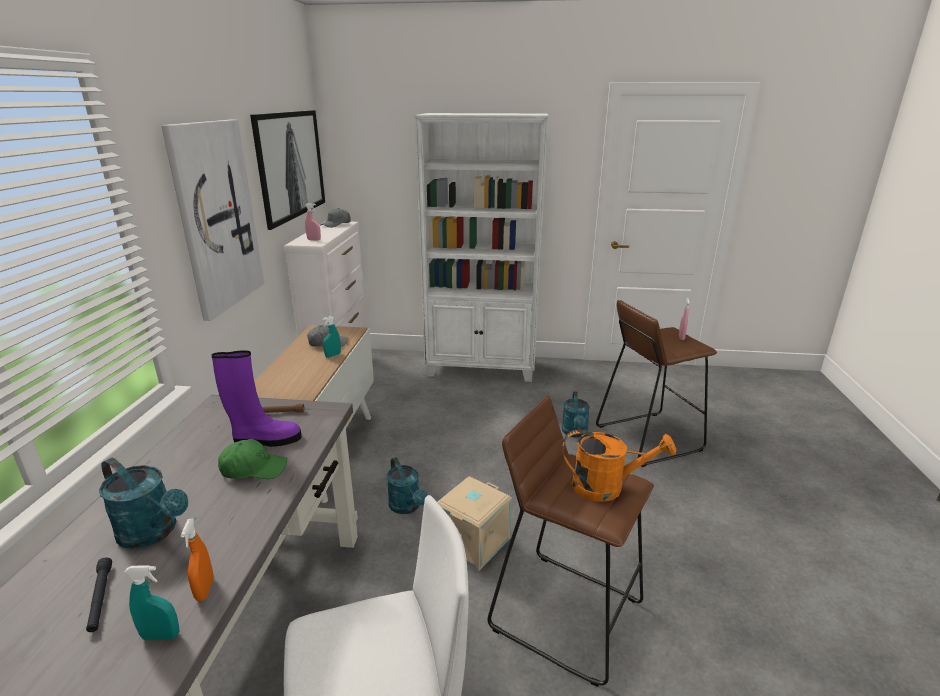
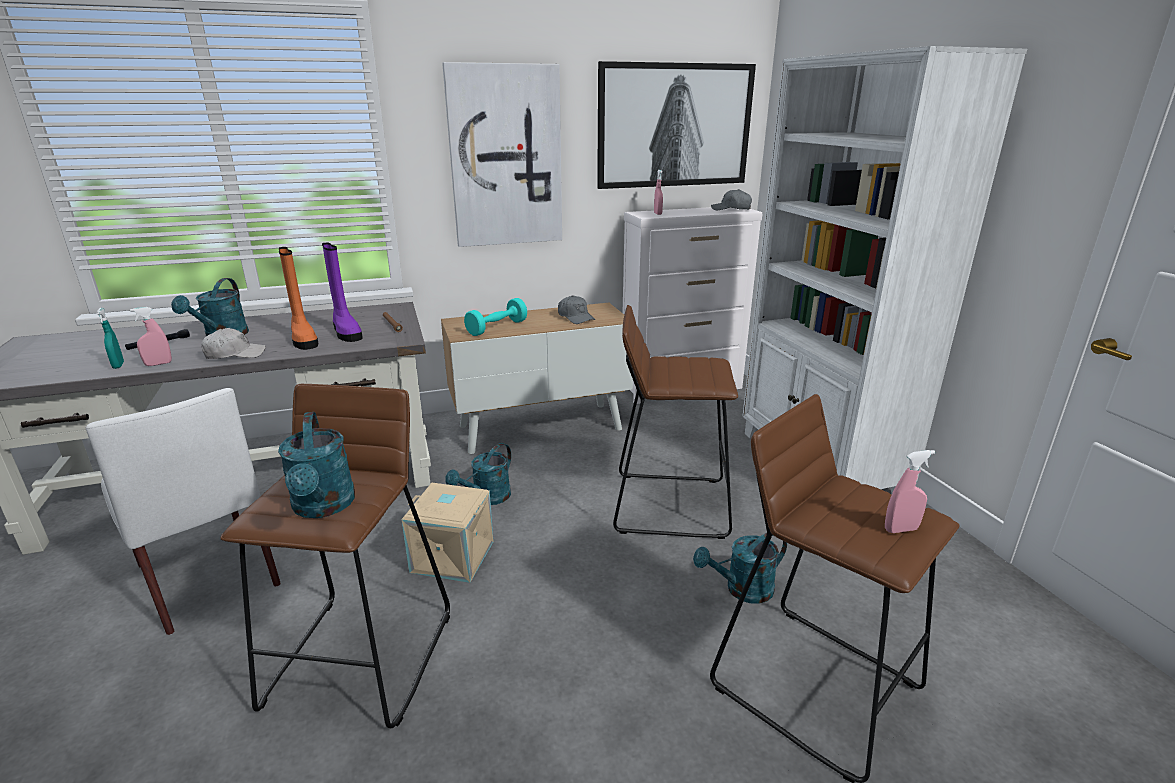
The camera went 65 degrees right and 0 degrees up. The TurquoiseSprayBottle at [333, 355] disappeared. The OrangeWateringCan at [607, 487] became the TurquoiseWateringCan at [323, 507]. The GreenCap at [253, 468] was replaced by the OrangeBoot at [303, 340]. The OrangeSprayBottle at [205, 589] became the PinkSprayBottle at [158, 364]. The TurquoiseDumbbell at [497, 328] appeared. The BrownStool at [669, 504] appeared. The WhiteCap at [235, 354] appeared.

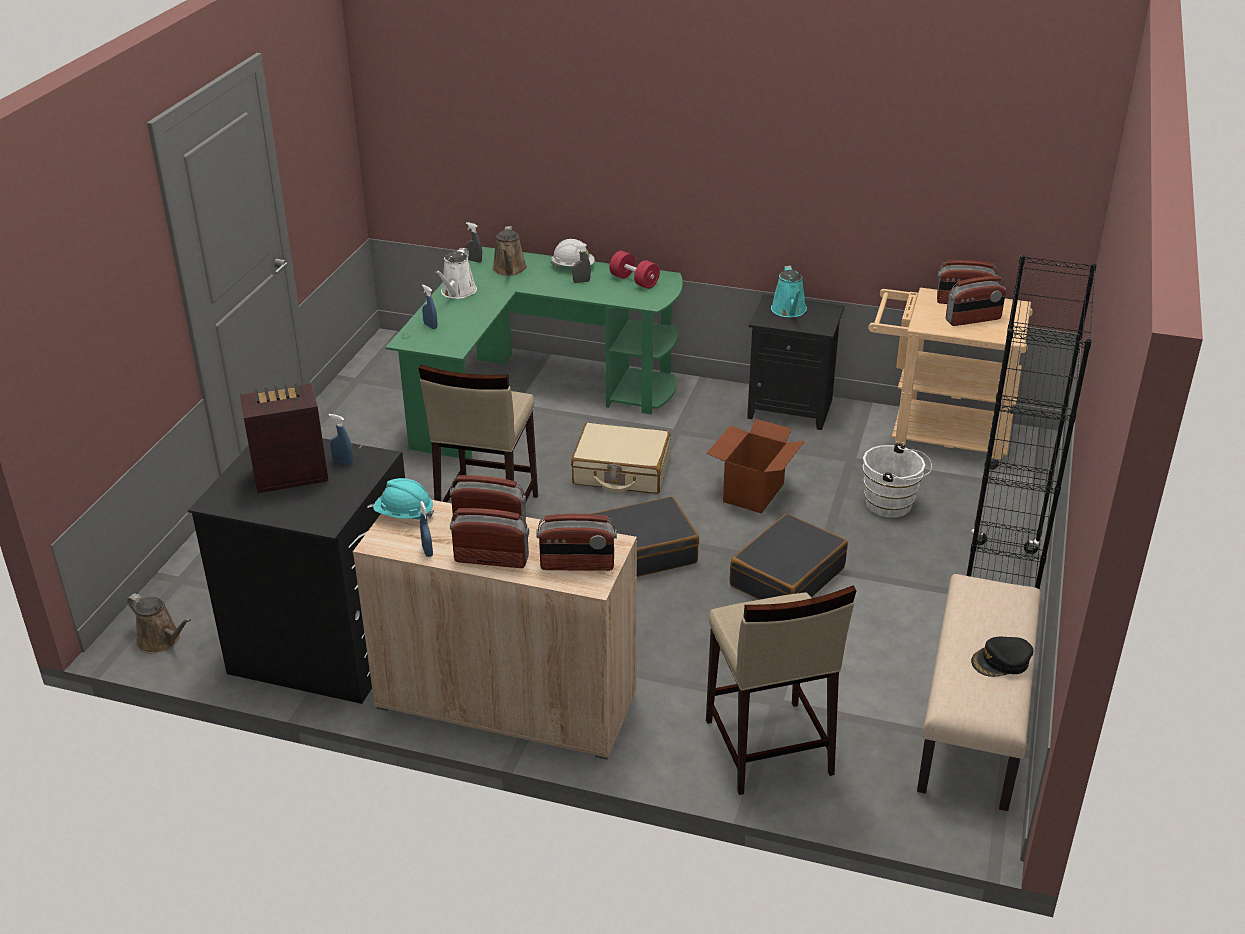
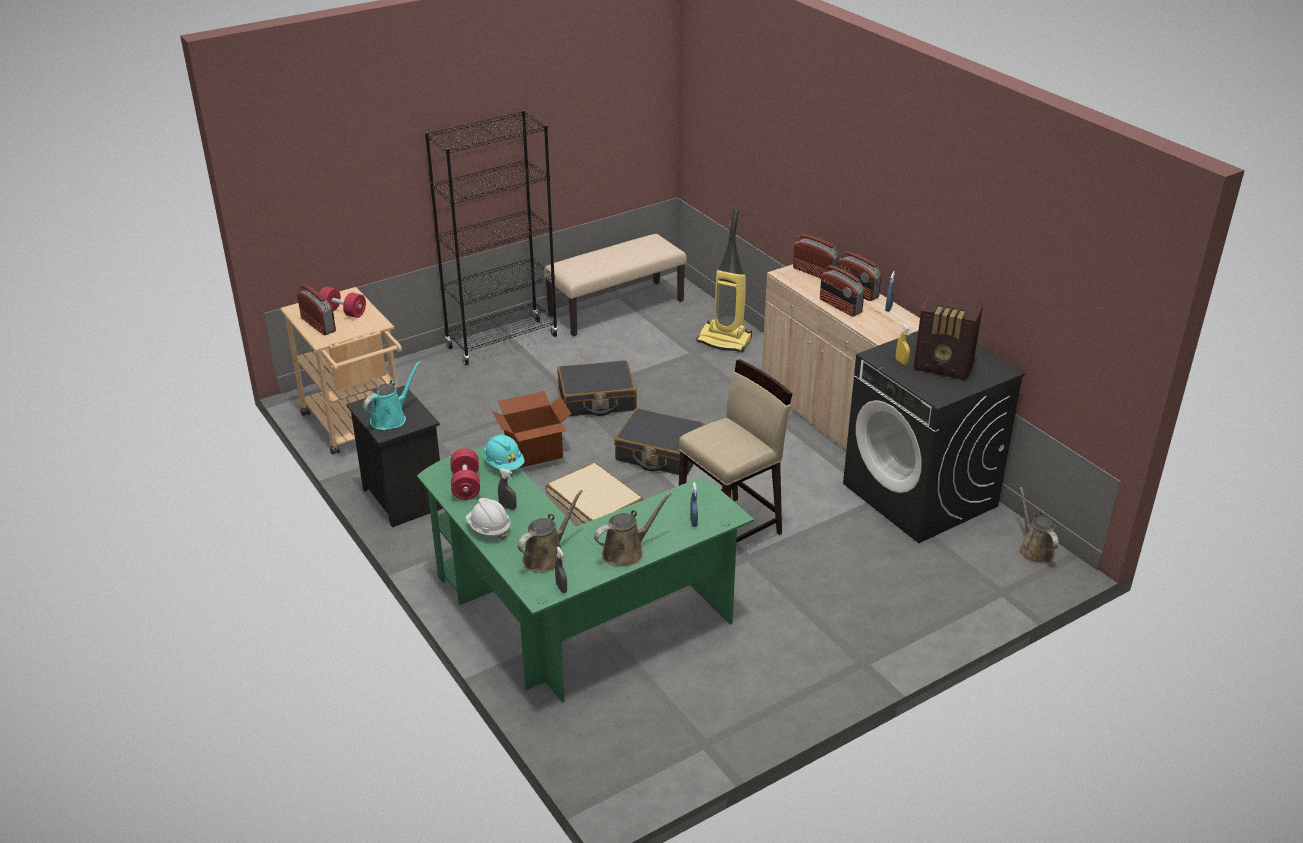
The camera went 140 degrees left and 0 degrees up. The WhiteWateringCan at [457, 292] became the BrownWateringCan at [626, 552]. The Radio at [973, 320] was replaced by the RedDumbbell at [343, 312]. The BlueSprayBottle at [343, 462] became the YellowSprayBottle at [901, 362]. The WhiteBucket at [892, 505] disappeared. The TurquoiseHardHat moved from [404, 515] to [504, 464]. The BeigeStool at [767, 748] was replaced by the VacuumCleaner at [725, 341]. The BlackCap at [1001, 662] disappeared.

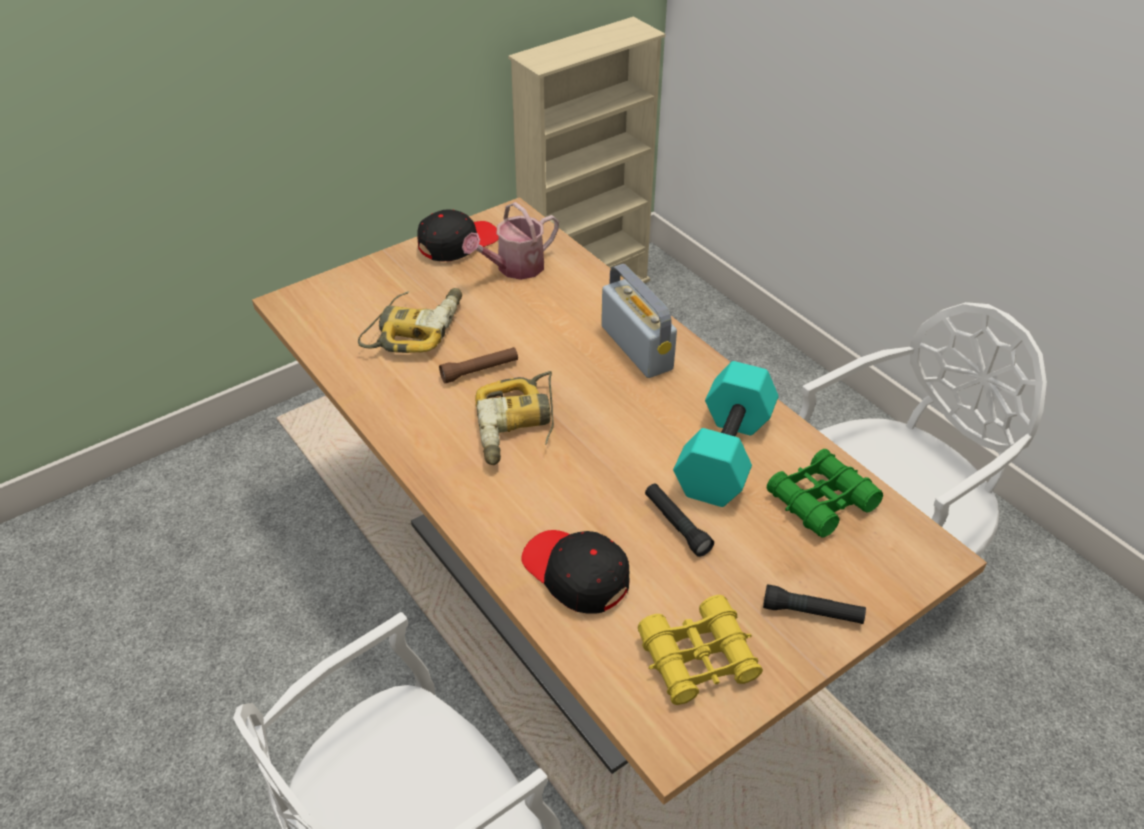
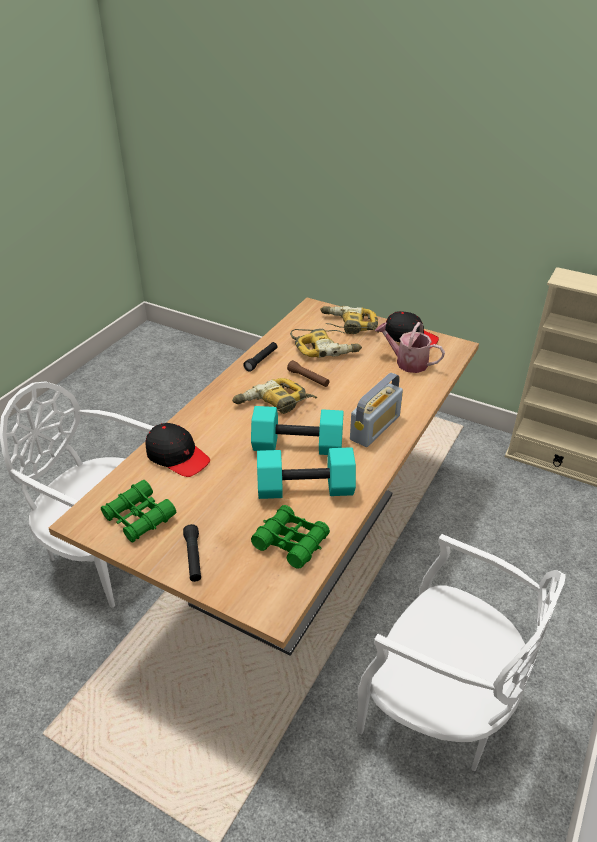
The camera went 65 degrees right and 5 degrees down. The BlackFlashlight moved from [676, 525] to [261, 360]. The BlackCap at [575, 574] turned 105 degrees clockwise. The YellowBinoculars at [698, 659] became the GreenBinoculars at [139, 517]. The PowerDrill at [348, 326] appeared. The TurquoiseDumbbell at [296, 447] appeared.

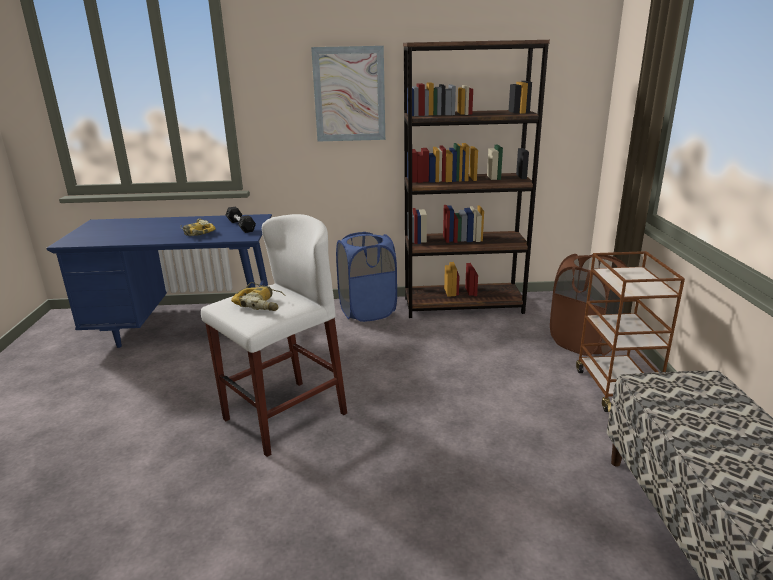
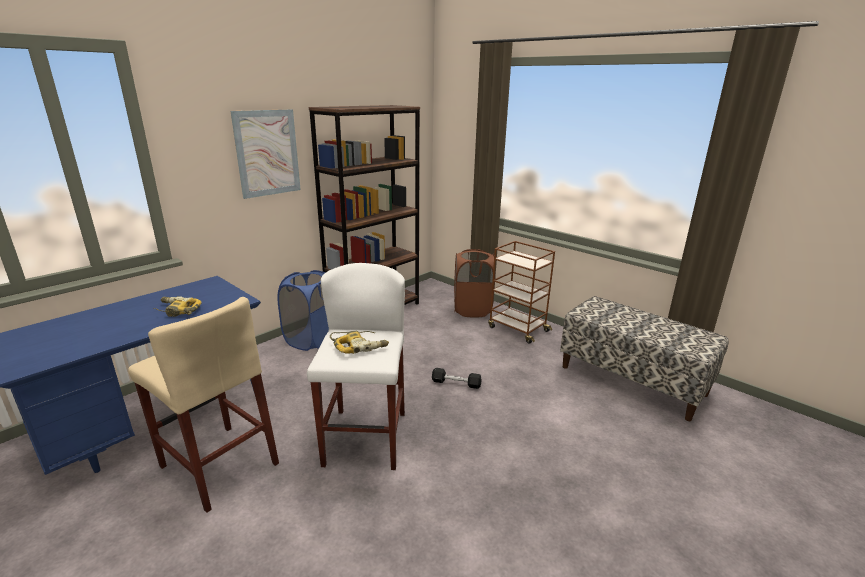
The camera went 45 degrees left and 0 degrees up. The BlackDumbbell moved from [241, 226] to [456, 383]. The BeigeStool at [219, 465] appeared.

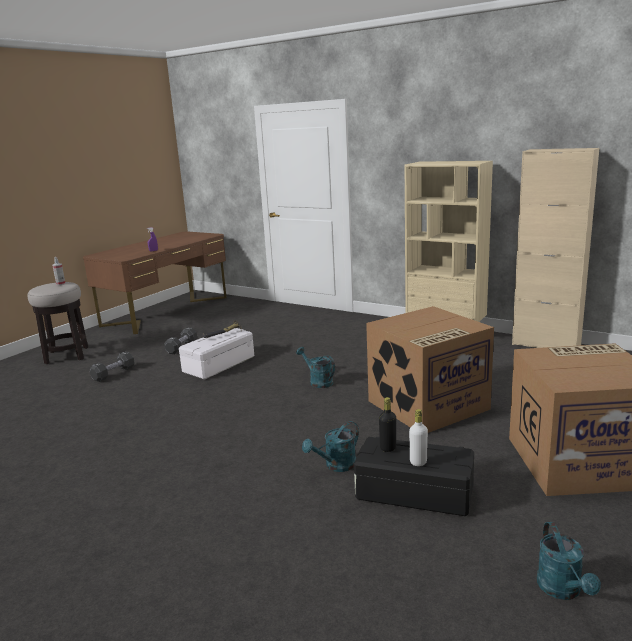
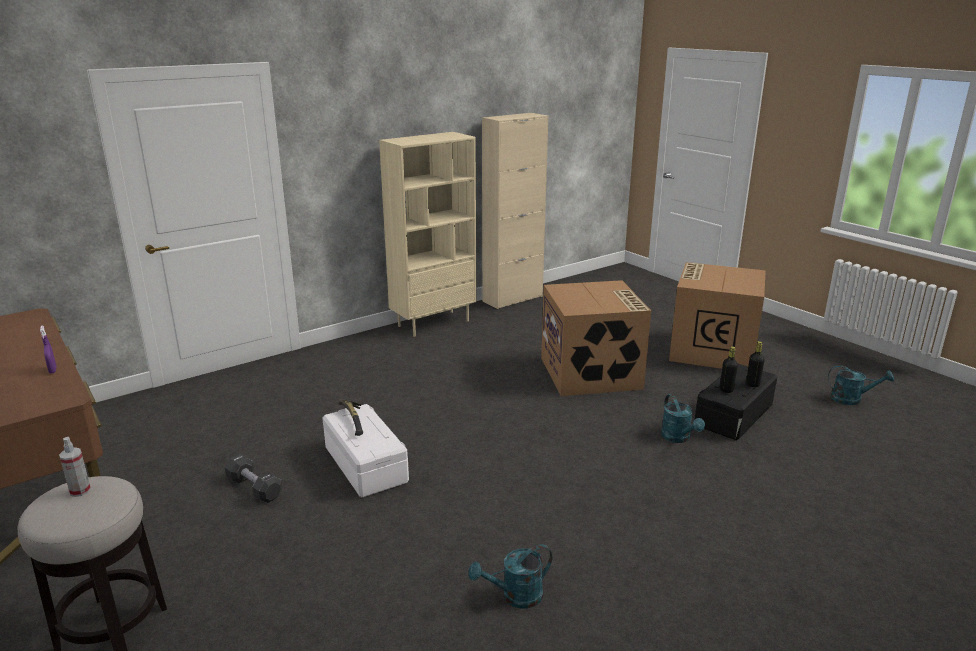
The camera went 70 degrees left and 5 degrees up. The TurquoiseWateringCan moved from [318, 381] to [515, 597]. The BlackDumbbell at [113, 373] disappeared. The WhiteBottle at [418, 462] became the BlackBottle at [752, 384].

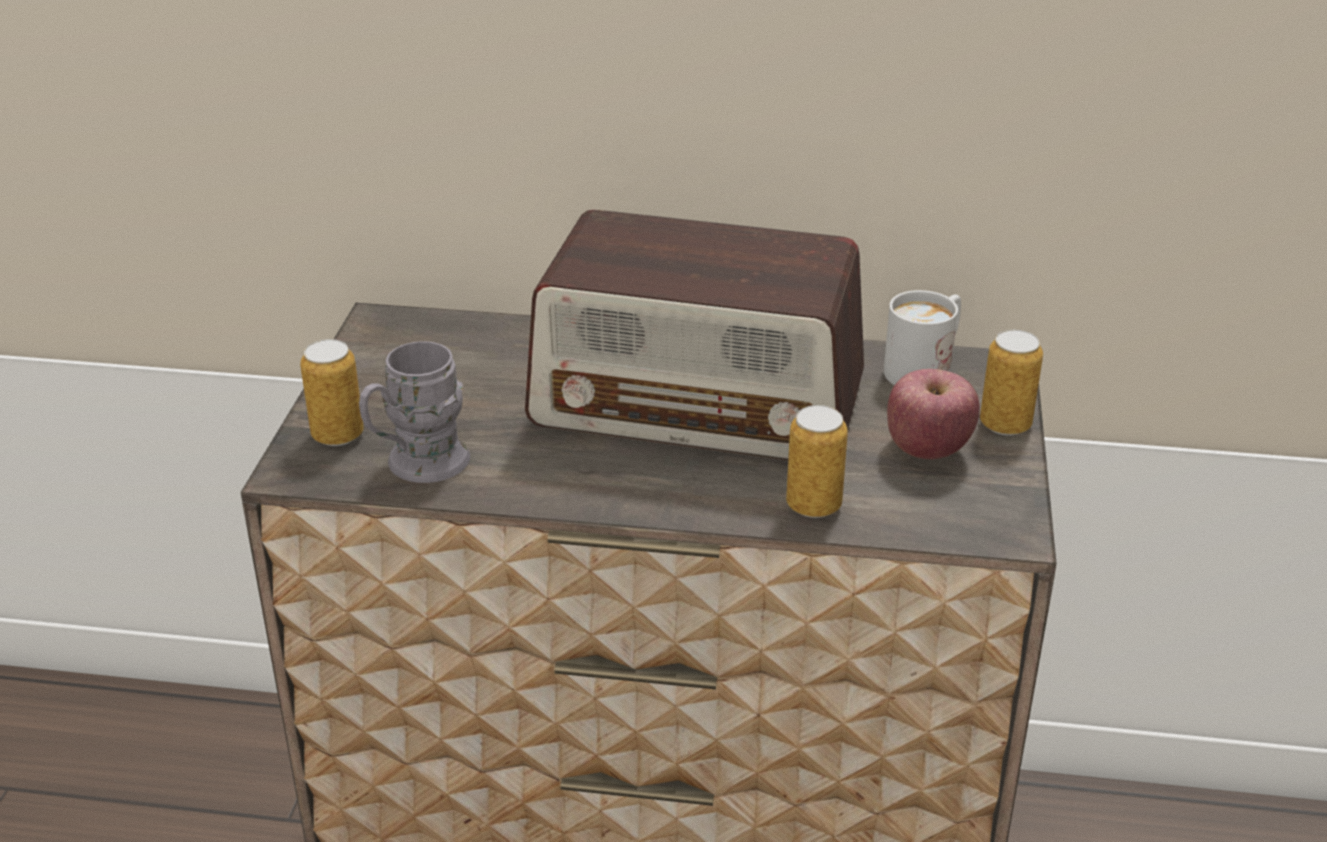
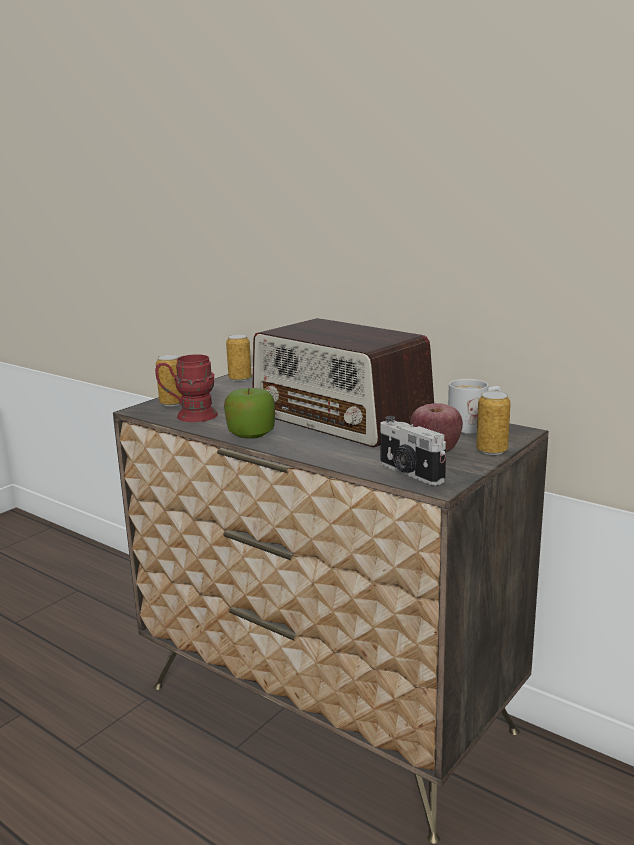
The camera went 30 degrees right and 15 degrees down. The GreyMug at [416, 466] became the RedMug at [189, 416]. The Can moved from [813, 505] to [240, 379]. The Apple at [251, 433] appeared. The PhotoCamera at [409, 473] appeared.

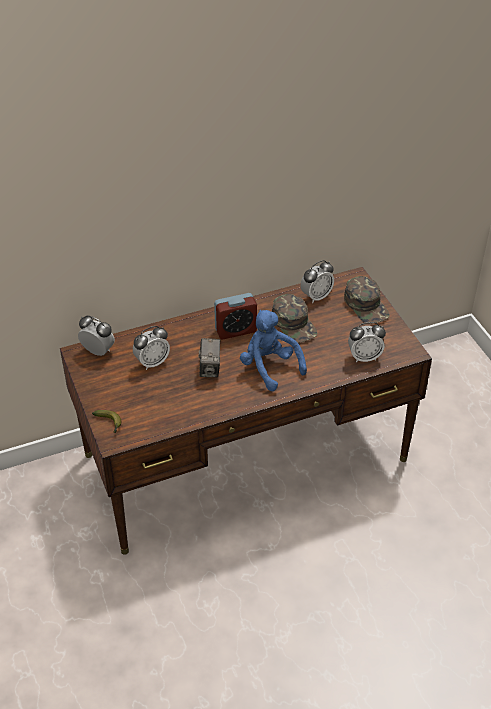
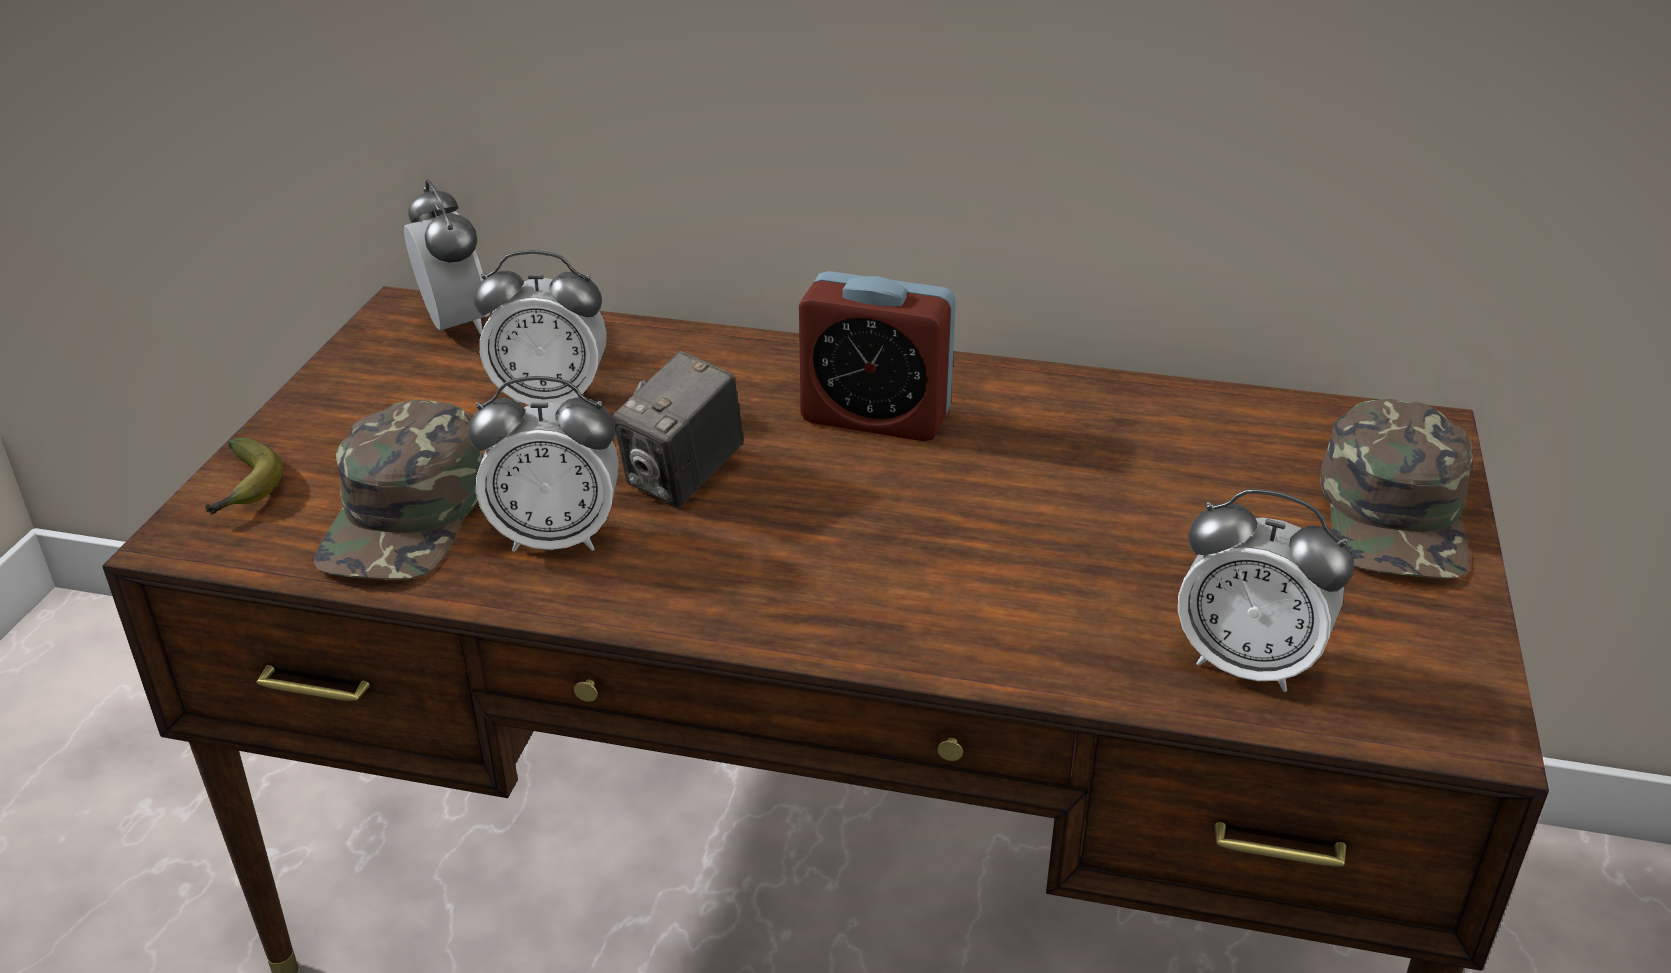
The camera went 35 degrees right and 10 degrees down. The AlarmClock moved from [316, 296] to [556, 537]. The GreenCap moved from [294, 323] to [407, 515]. The BluePlushToy at [269, 367] disappeared.

